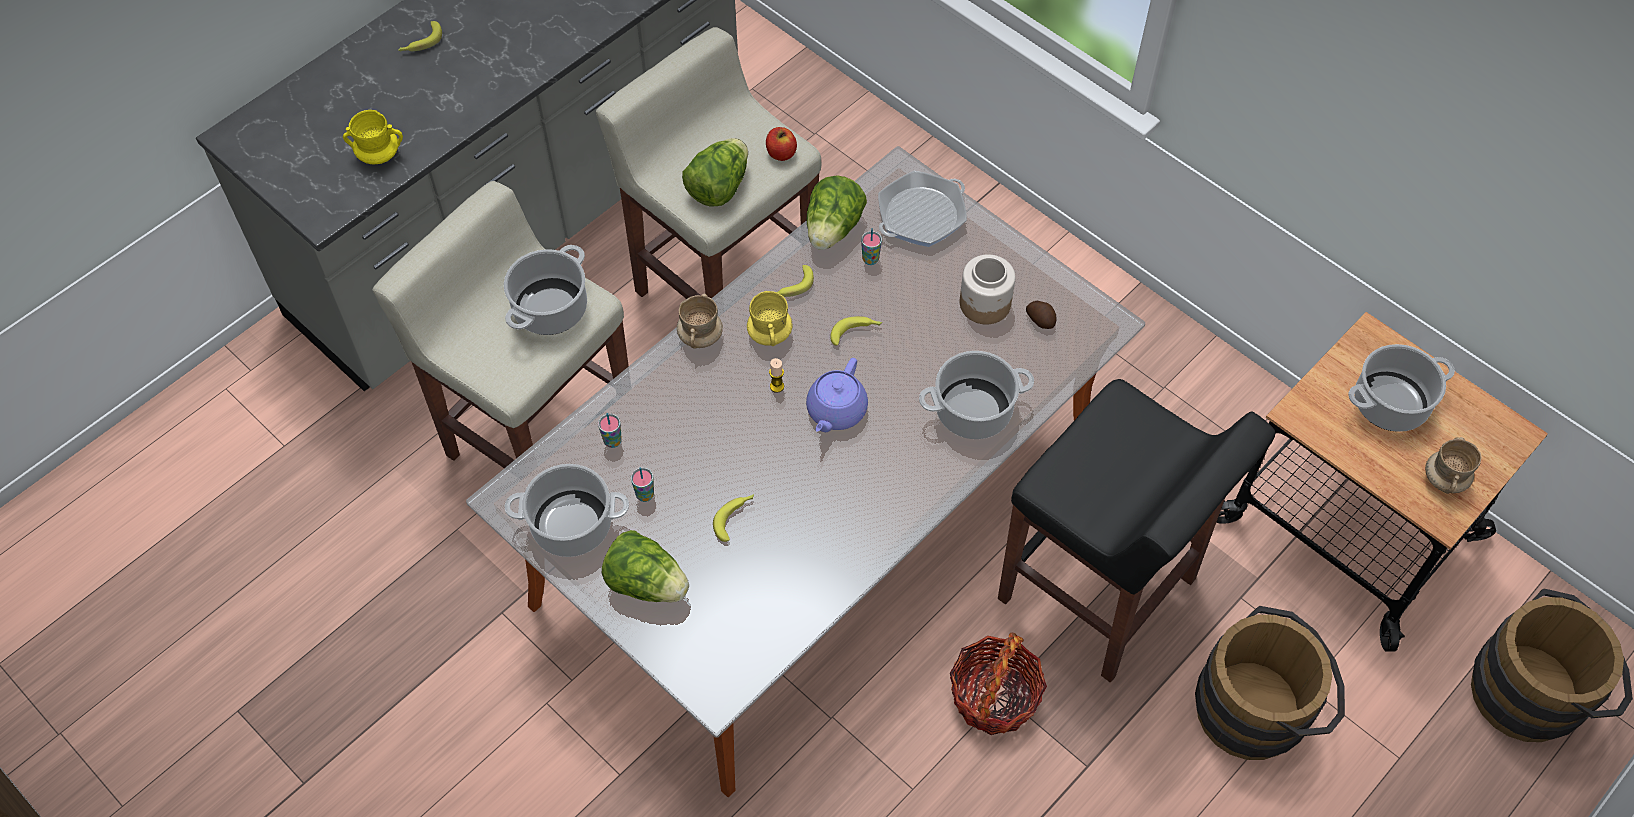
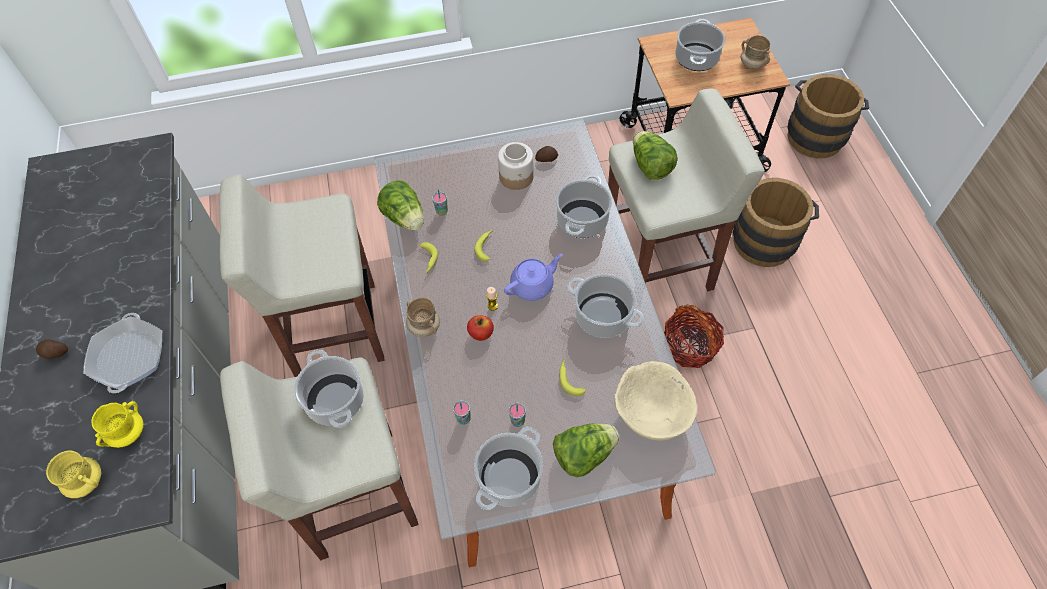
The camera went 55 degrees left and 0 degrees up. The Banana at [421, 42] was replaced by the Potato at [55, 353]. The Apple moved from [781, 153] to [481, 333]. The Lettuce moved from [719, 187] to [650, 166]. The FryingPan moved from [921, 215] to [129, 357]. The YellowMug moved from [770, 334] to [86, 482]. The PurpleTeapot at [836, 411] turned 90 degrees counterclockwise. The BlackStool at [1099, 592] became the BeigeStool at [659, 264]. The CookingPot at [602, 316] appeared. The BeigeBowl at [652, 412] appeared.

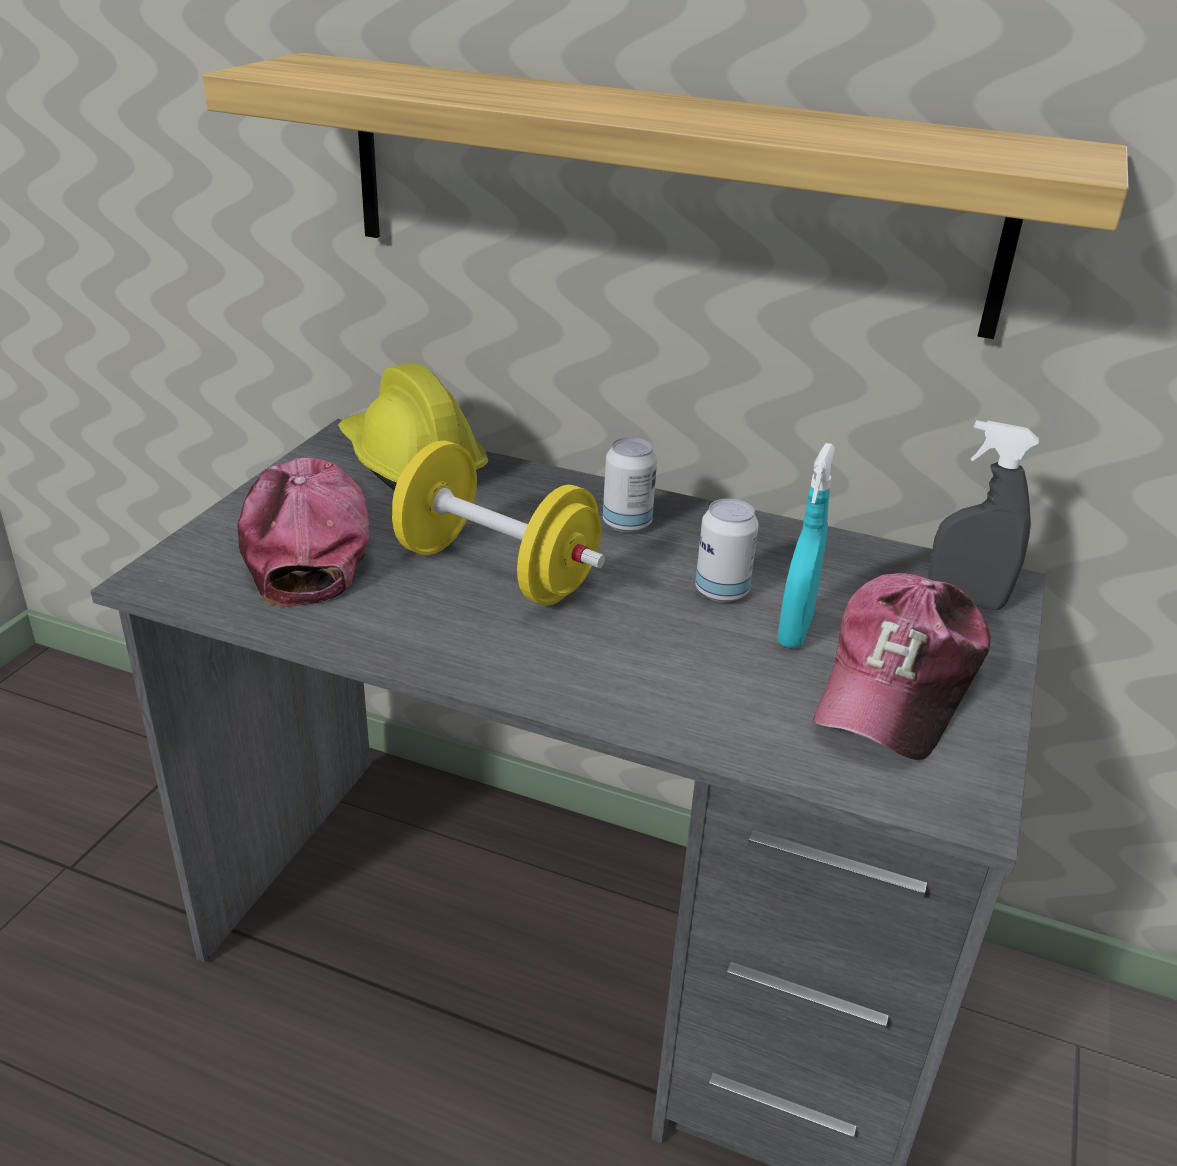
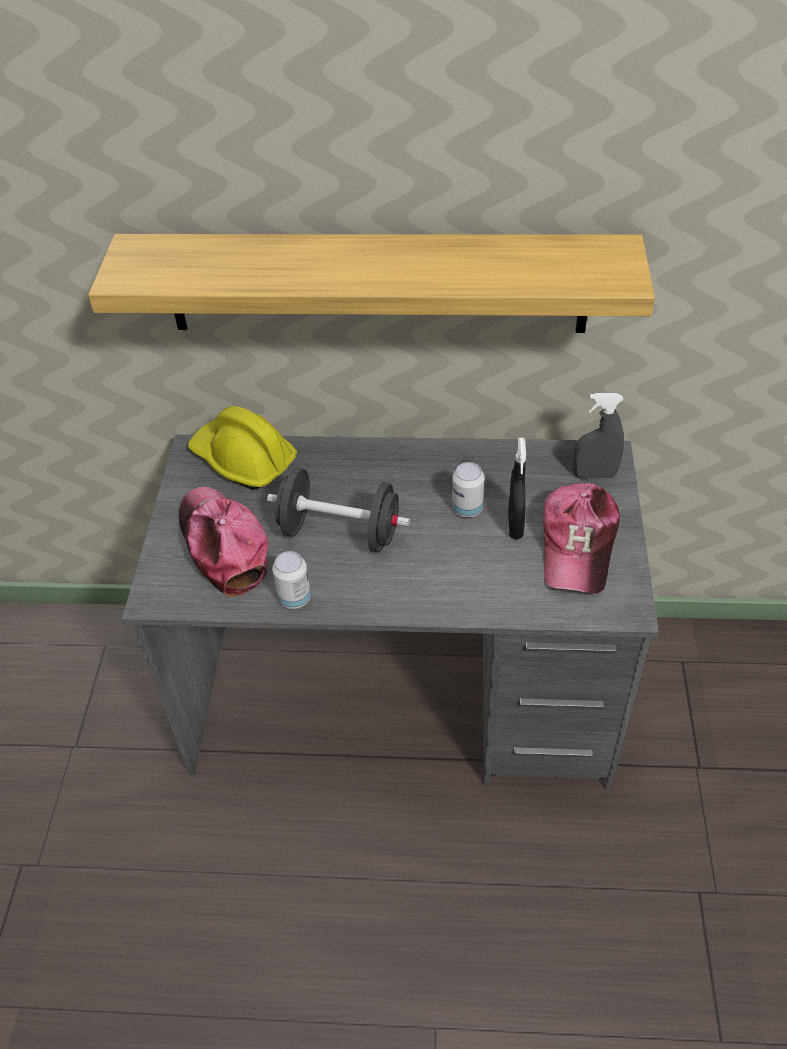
The camera went 15 degrees left and 15 degrees up. The Can moved from [627, 524] to [294, 598]. The YellowDumbbell at [496, 571] became the BlackDumbbell at [340, 533]. The TurquoiseSprayBottle at [794, 631] became the BlackSprayBottle at [515, 525].

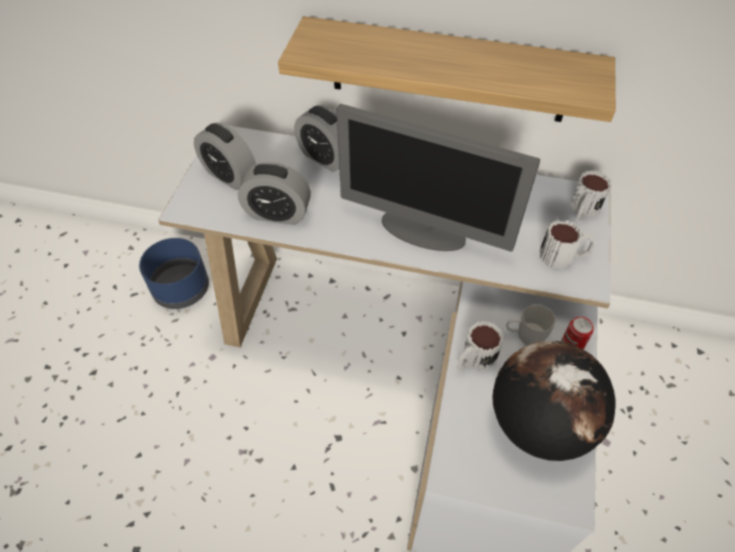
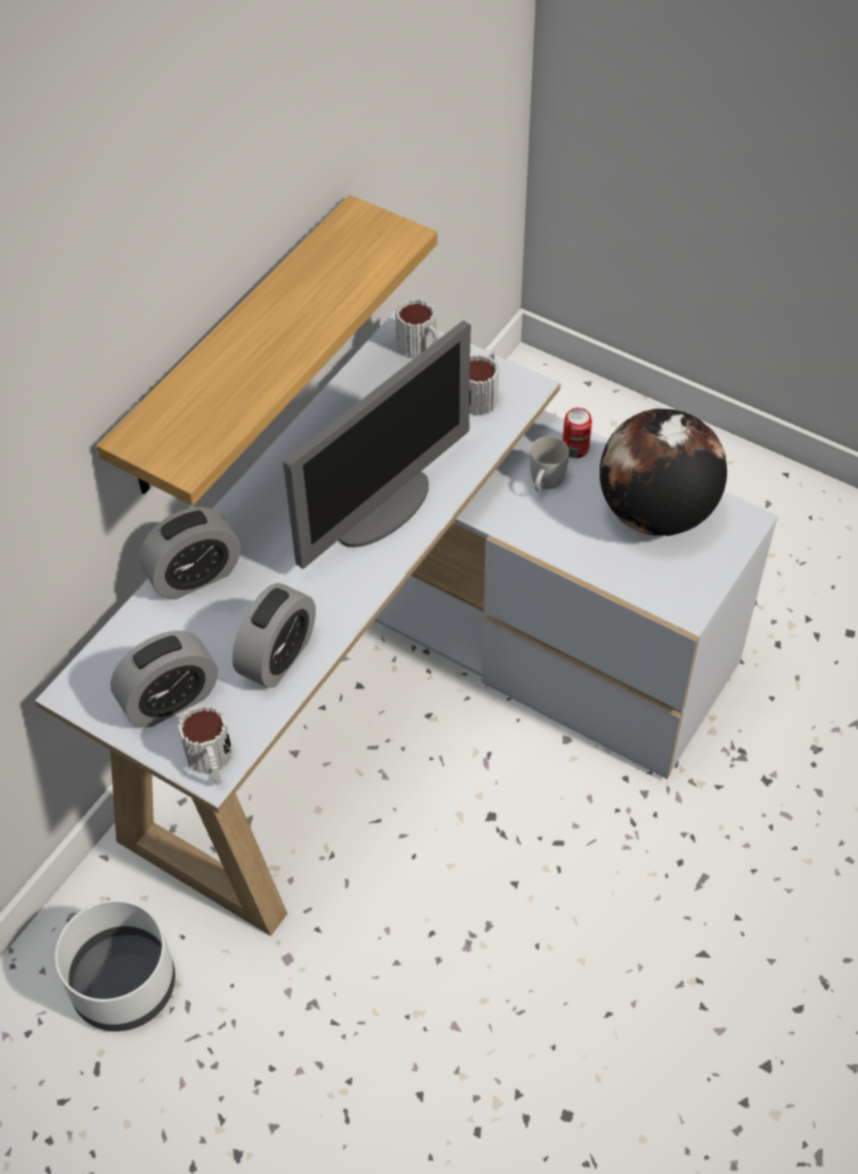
The camera went 70 degrees left and 0 degrees up. The BluePlanter at [182, 288] became the WhitePlanter at [124, 983]. The Mug moved from [474, 360] to [211, 762].

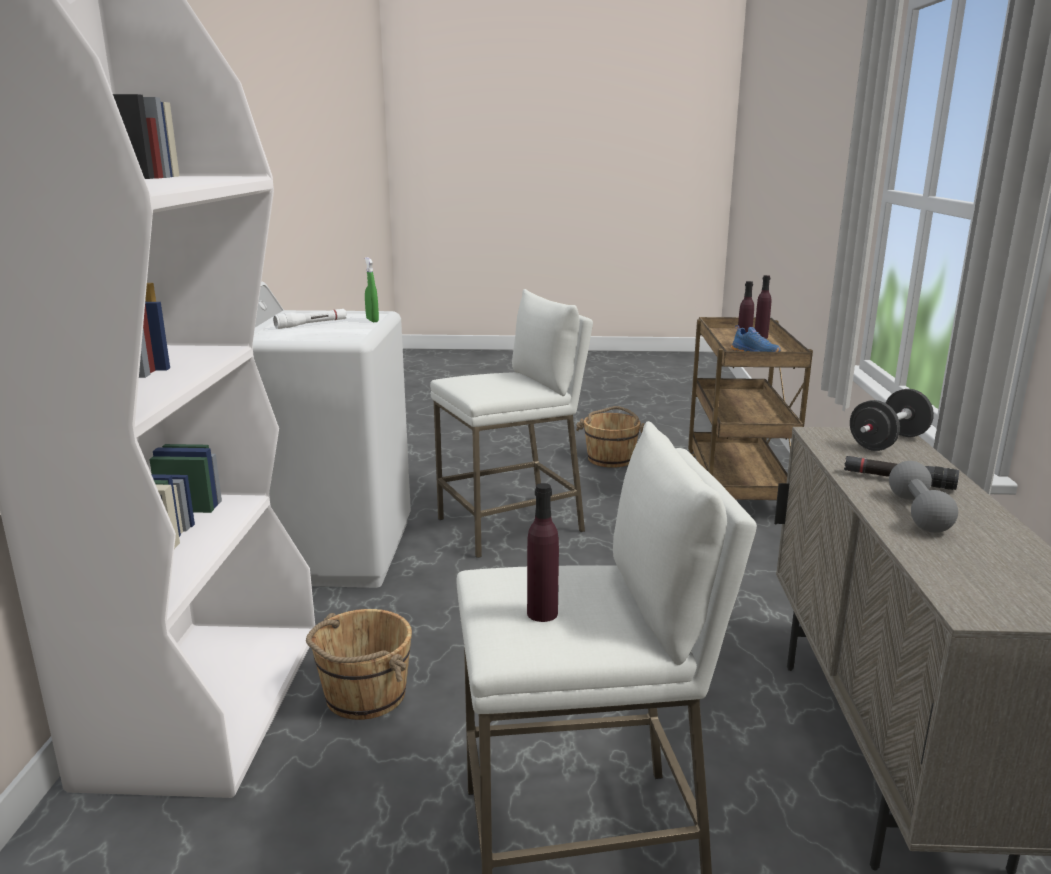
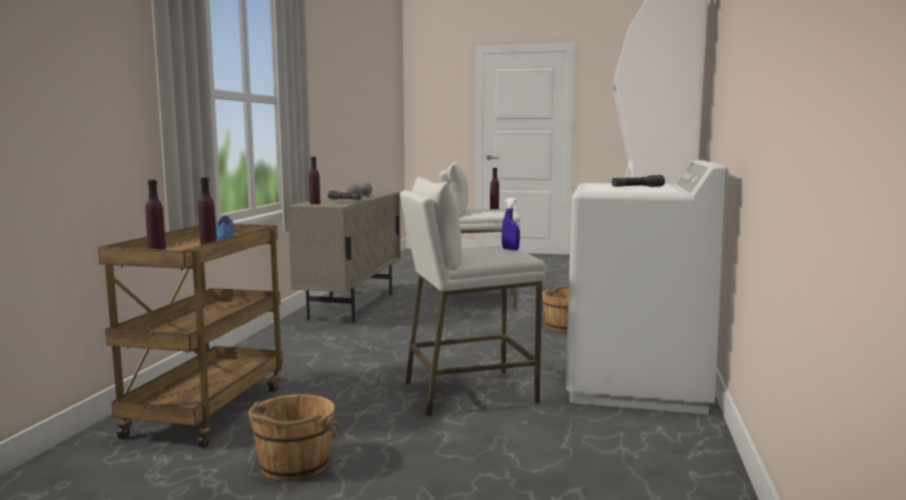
The camera went 170 degrees left and 10 degrees down. The GreenSprayBottle at [372, 320] disappeared. The WhiteFlashlight at [311, 324] became the BlackFlashlight at [637, 187]. The BlackDumbbell at [888, 442] was replaced by the PurpleBottle at [315, 203]. The BlueSprayBottle at [510, 249] appeared.

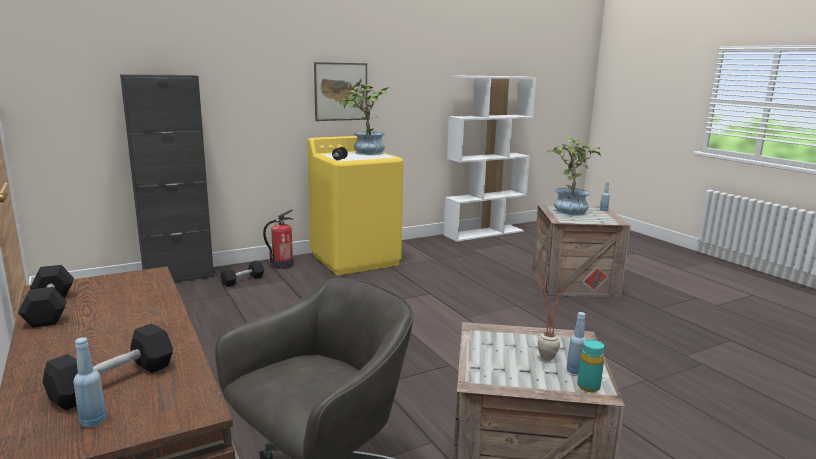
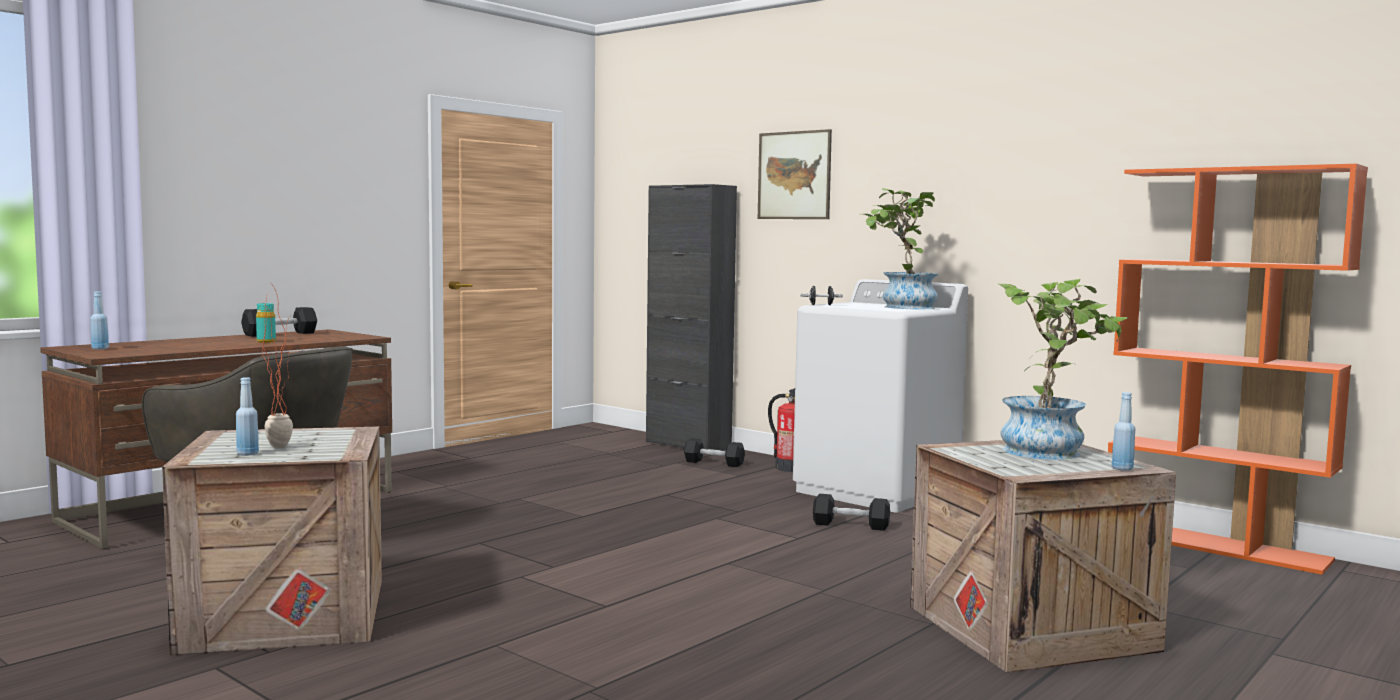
The camera went 70 degrees right and 10 degrees down. The Picture moved from [341, 91] to [794, 175]. The WhiteBookcase at [484, 233] became the OrangeBookcase at [1215, 546]. The YellowWashingMachine at [355, 259] became the WhiteWashingMachine at [877, 491]. The BlackDumbbell moved from [114, 382] to [850, 525]. The TurquoiseBottle moved from [588, 387] to [266, 341].

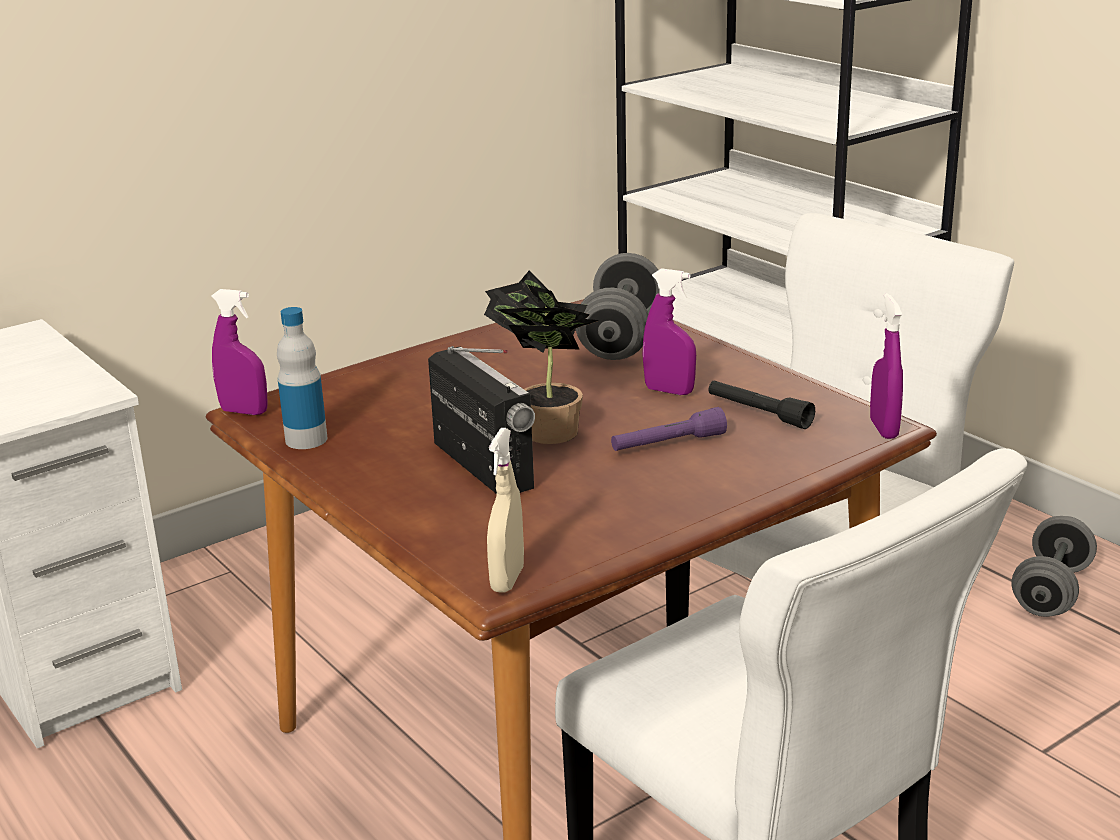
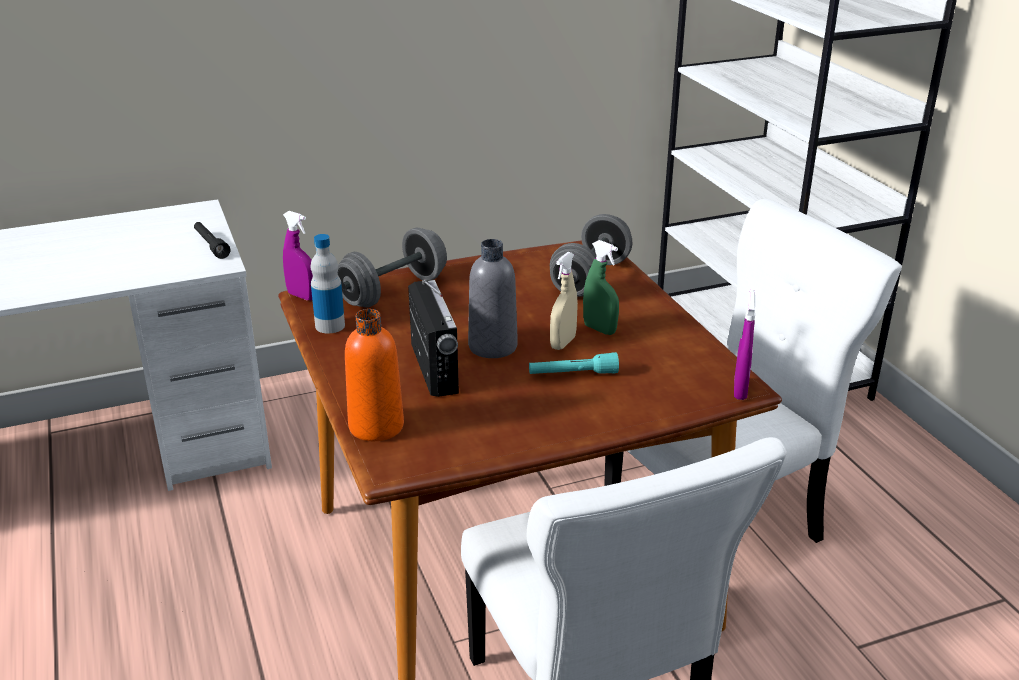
The camera went 15 degrees right and 5 degrees up. The PurpleSprayBottle at [669, 391] became the GreenSprayBottle at [599, 329]. The PottedPlant at [544, 430] was replaced by the GreyBottle at [492, 346]. The BlackFlashlight moved from [758, 413] to [211, 245]. The PurpleFlashlight at [668, 444] became the TurquoiseFlashlight at [573, 374]. The BeigeSprayBottle moved from [507, 580] to [563, 343]. The GreyDumbbell moved from [1051, 591] to [393, 291]. The OrangeBottle at [376, 426] appeared.

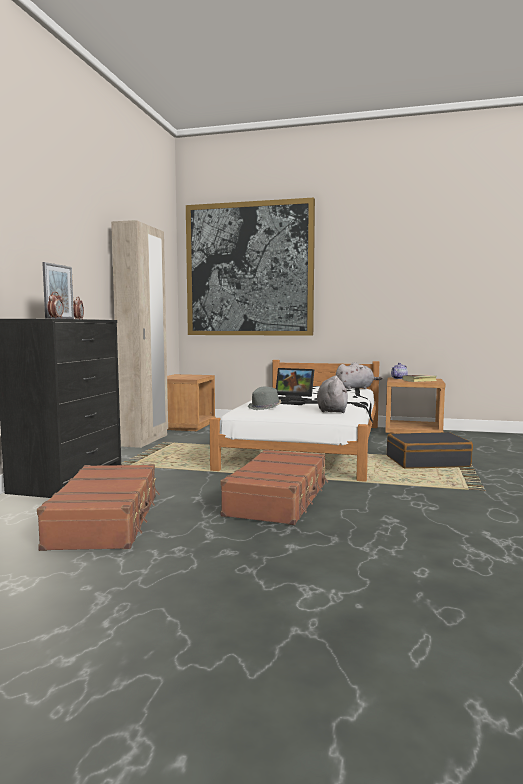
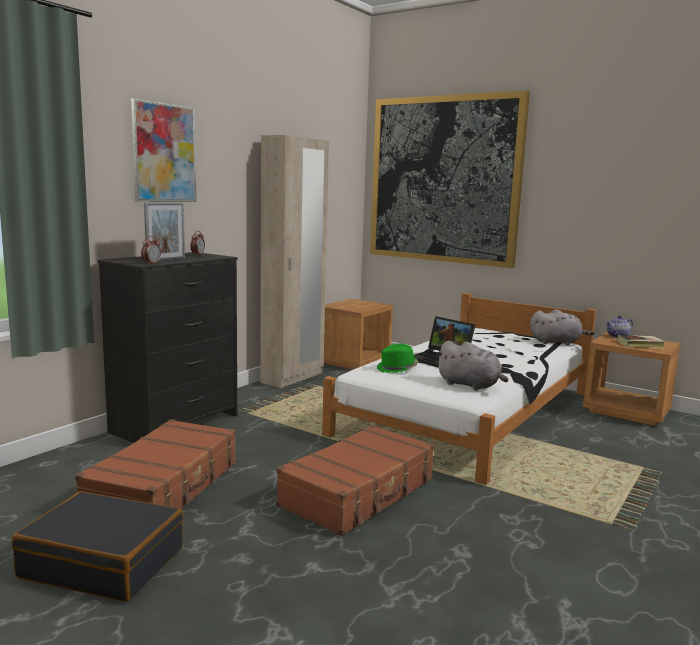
The camera went 20 degrees right and 5 degrees up. The GreyPlushToy at [331, 410] turned 105 degrees clockwise. The GreyHat at [265, 407] became the GreenHat at [397, 369]. The BlackSuitcase moved from [427, 461] to [103, 562]. The Picture at [164, 153] appeared.

